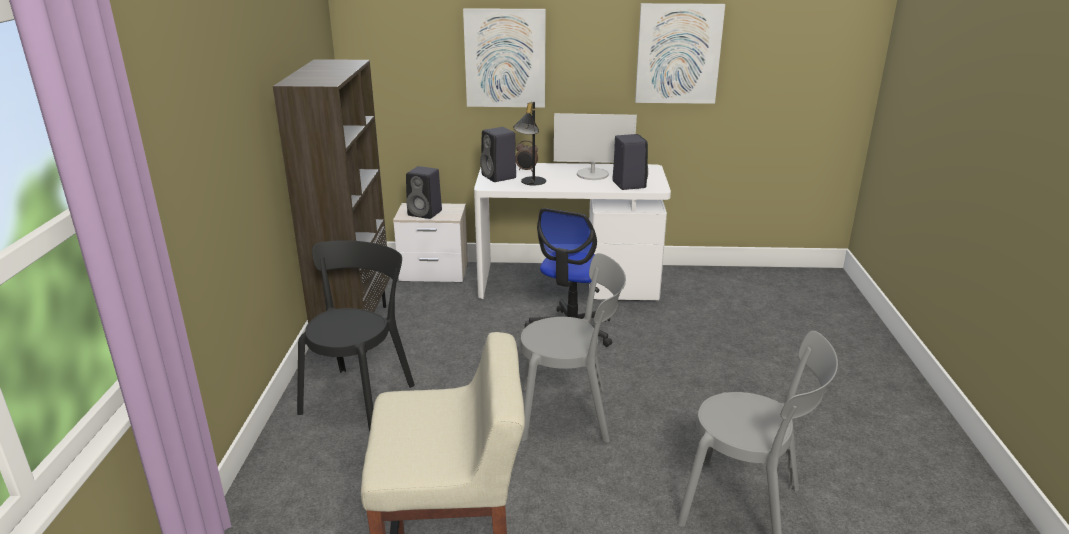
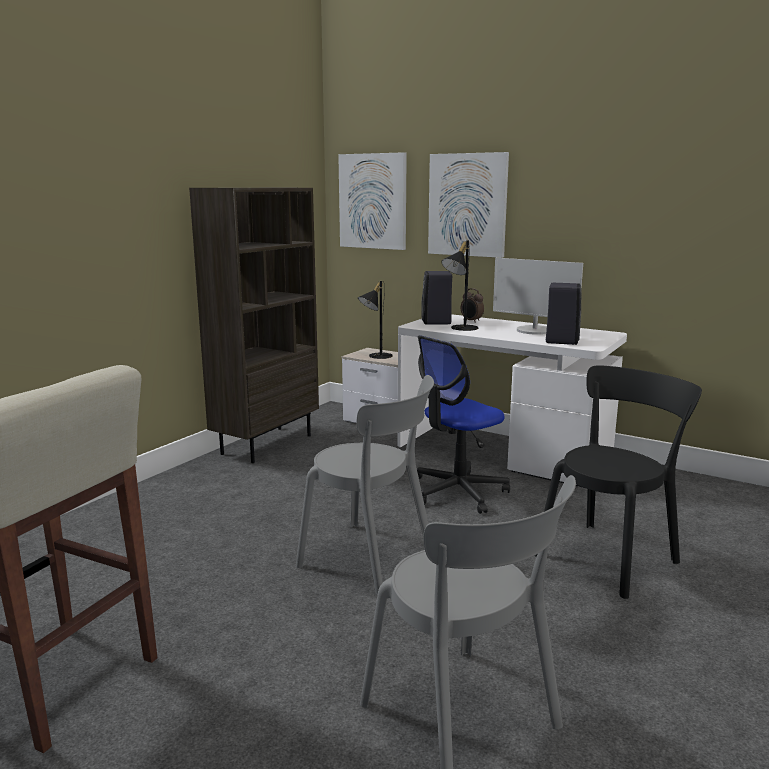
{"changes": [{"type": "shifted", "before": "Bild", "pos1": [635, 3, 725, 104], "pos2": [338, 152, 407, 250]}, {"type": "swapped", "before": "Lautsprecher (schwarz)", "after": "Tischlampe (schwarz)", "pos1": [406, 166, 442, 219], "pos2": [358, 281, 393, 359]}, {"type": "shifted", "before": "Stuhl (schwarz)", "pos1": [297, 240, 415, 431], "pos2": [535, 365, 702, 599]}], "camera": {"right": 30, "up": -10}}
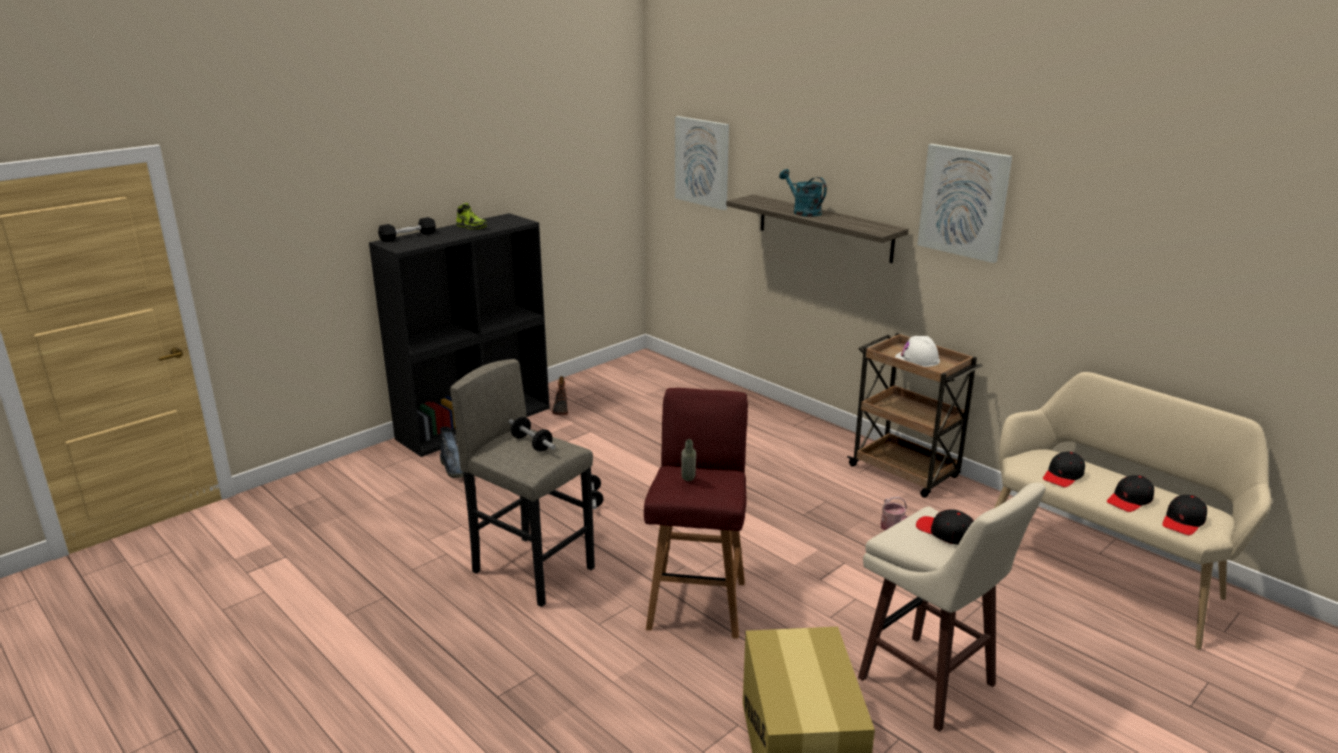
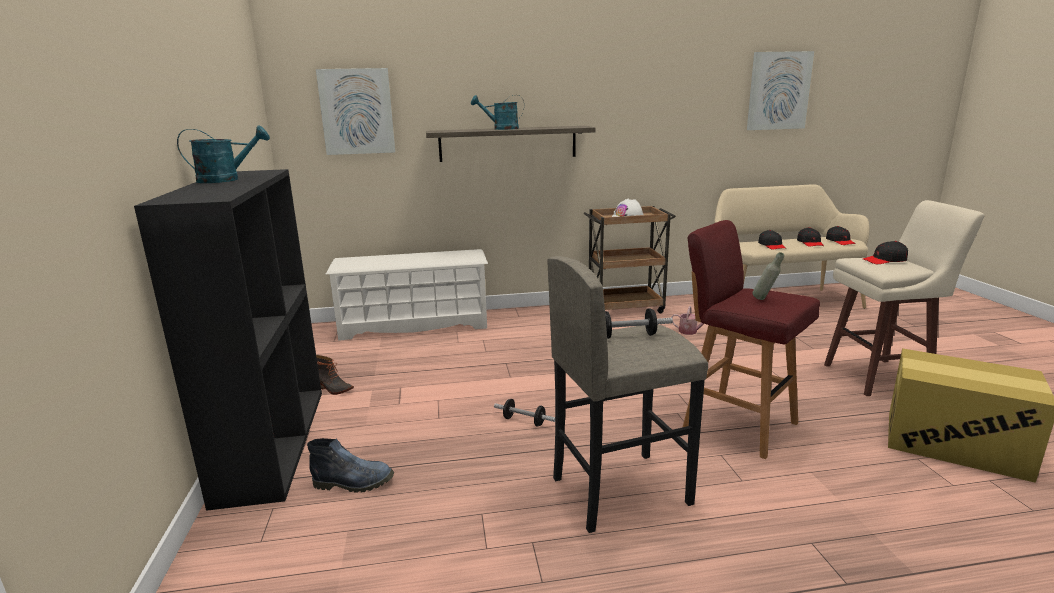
{"changes": [{"type": "shifted", "before": "Bild", "pos1": [917, 144, 1012, 263], "pos2": [747, 51, 814, 130]}, {"type": "swapped", "before": "Schuh", "after": "Gießkanne (türkis)", "pos1": [456, 203, 487, 229], "pos2": [177, 125, 270, 183]}, {"type": "gone", "before": "Hantel (schwarz)", "pos1": [378, 217, 436, 242]}, {"type": "new", "after": "Schuhregal (weiß)", "pos2": [326, 249, 488, 341]}], "camera": {"right": -55, "up": -5}}
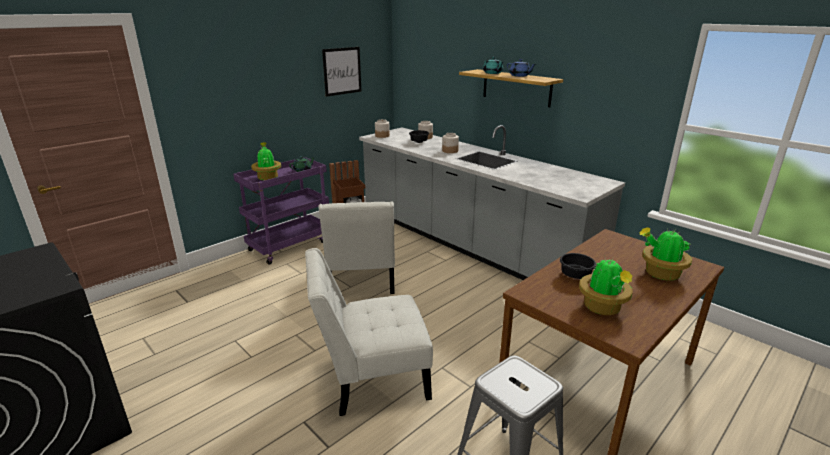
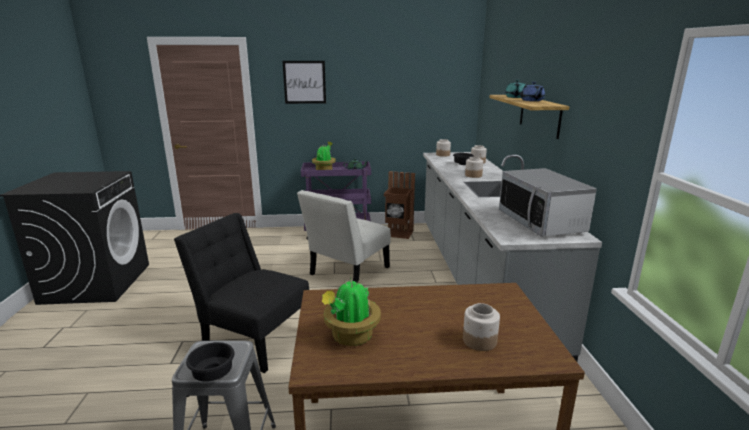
{"changes": [{"type": "shifted", "before": "Bild", "pos1": [322, 47, 361, 97], "pos2": [283, 61, 326, 104]}, {"type": "swapped", "before": "Topfpflanze", "after": "Vorratsglas", "pos1": [639, 227, 692, 281], "pos2": [463, 303, 500, 351]}, {"type": "repainted", "before": "Stuhl (weiß)", "after": "Stuhl (schwarz)", "pos1": [305, 248, 433, 416], "pos2": [174, 213, 309, 373]}, {"type": "shifted", "before": "Schüssel (schwarz)", "pos1": [560, 253, 596, 279], "pos2": [186, 342, 235, 382]}, {"type": "new", "after": "Mikrowelle", "pos2": [499, 168, 597, 237]}], "camera": {"right": 40, "up": -5}}
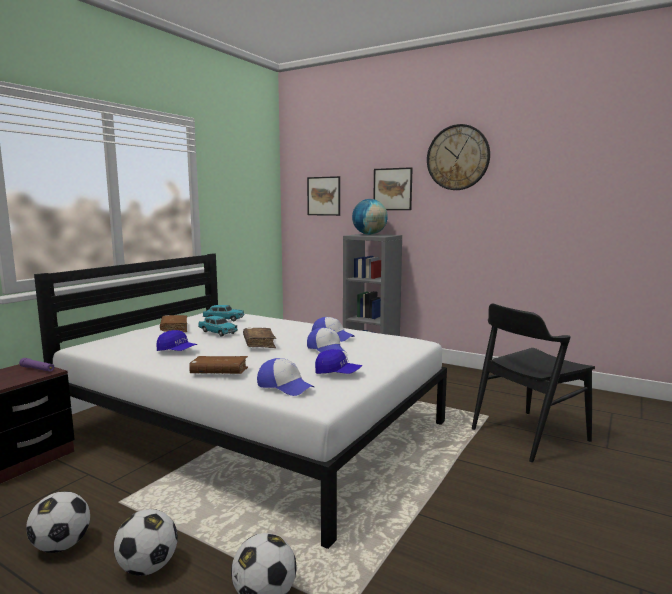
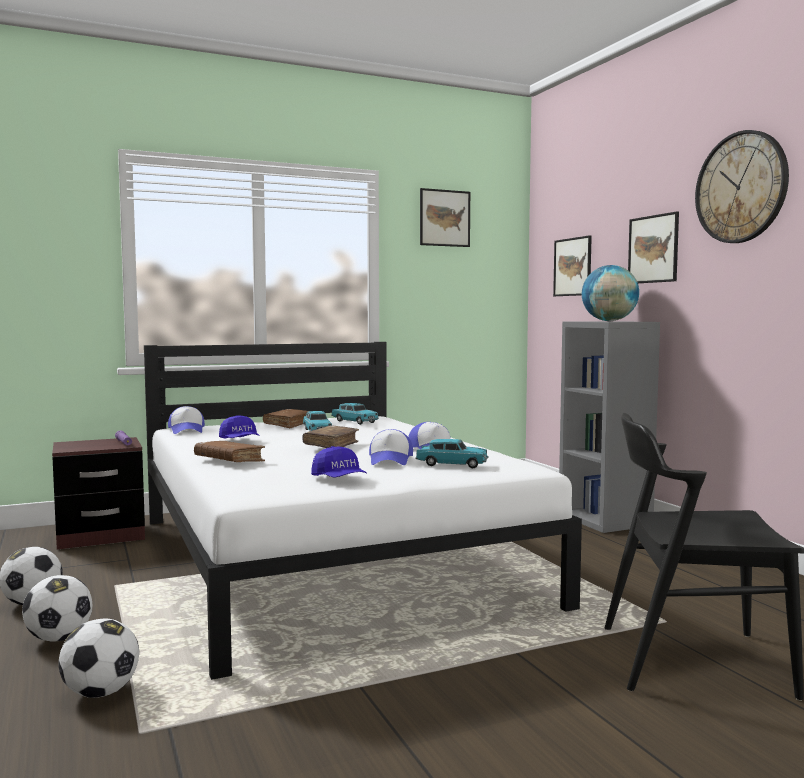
{"changes": [{"type": "shifted", "before": "Kappe", "pos1": [257, 358, 314, 396], "pos2": [168, 406, 205, 434]}, {"type": "new", "after": "Bild", "pos2": [420, 188, 470, 247]}, {"type": "new", "after": "Spielzeugauto (türkis)", "pos2": [415, 439, 489, 468]}], "camera": {"right": 35, "up": -5}}
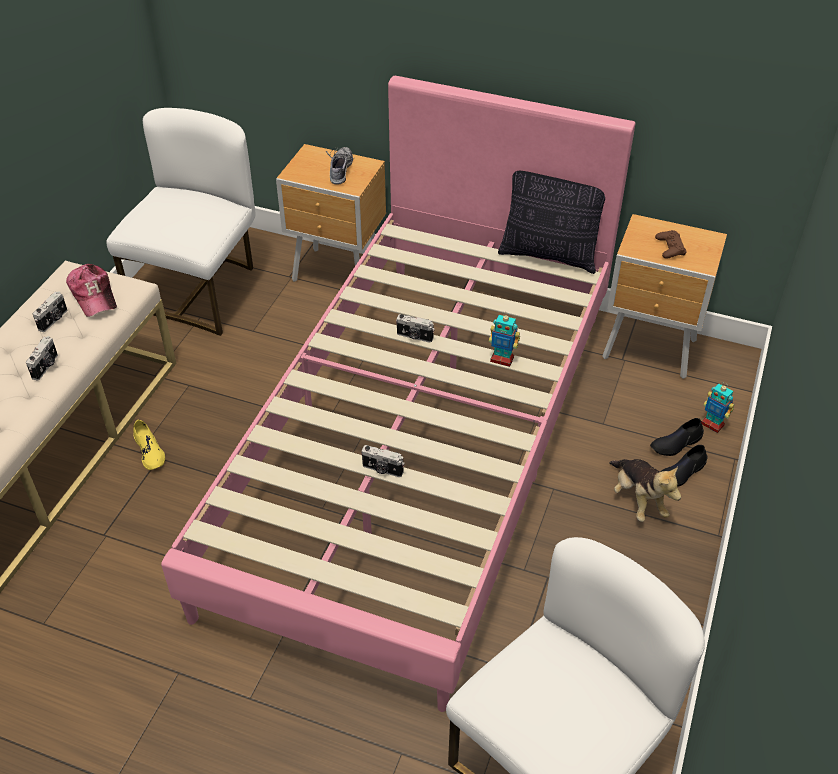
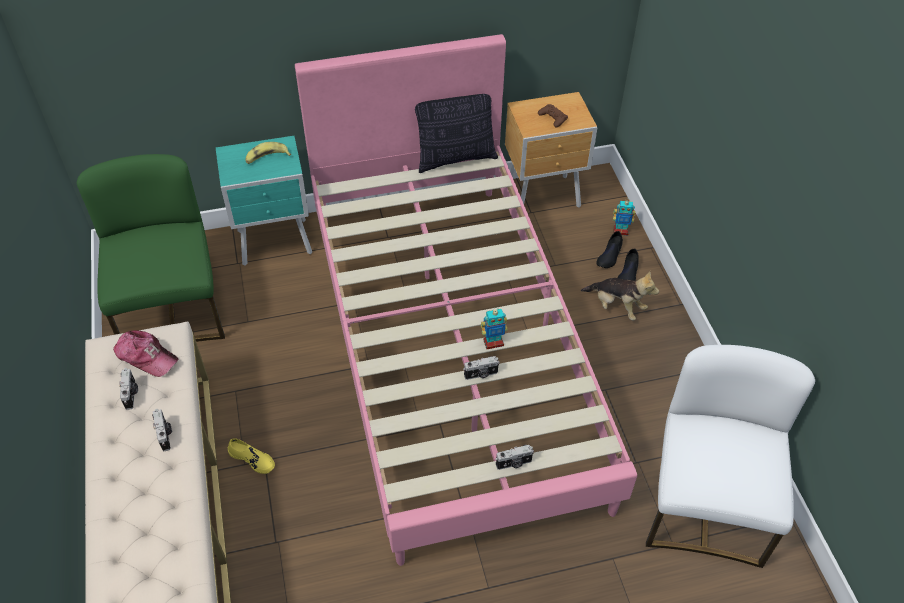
{"changes": [{"type": "repainted", "before": "Stuhl (weiß)", "after": "Stuhl (grün)", "pos1": [106, 108, 255, 336], "pos2": [77, 154, 225, 342]}, {"type": "repainted", "before": "Nachttisch (braun)", "after": "Nachttisch (türkis)", "pos1": [276, 144, 386, 282], "pos2": [216, 136, 312, 266]}, {"type": "swapped", "before": "Schuh", "after": "Banane", "pos1": [326, 147, 355, 185], "pos2": [245, 142, 291, 164]}, {"type": "shifted", "before": "Spielzeugroboter", "pos1": [489, 312, 520, 367], "pos2": [481, 309, 508, 349]}, {"type": "shifted", "before": "Kamera", "pos1": [396, 314, 434, 343], "pos2": [495, 445, 534, 470]}], "camera": {"right": -35, "up": 5}}
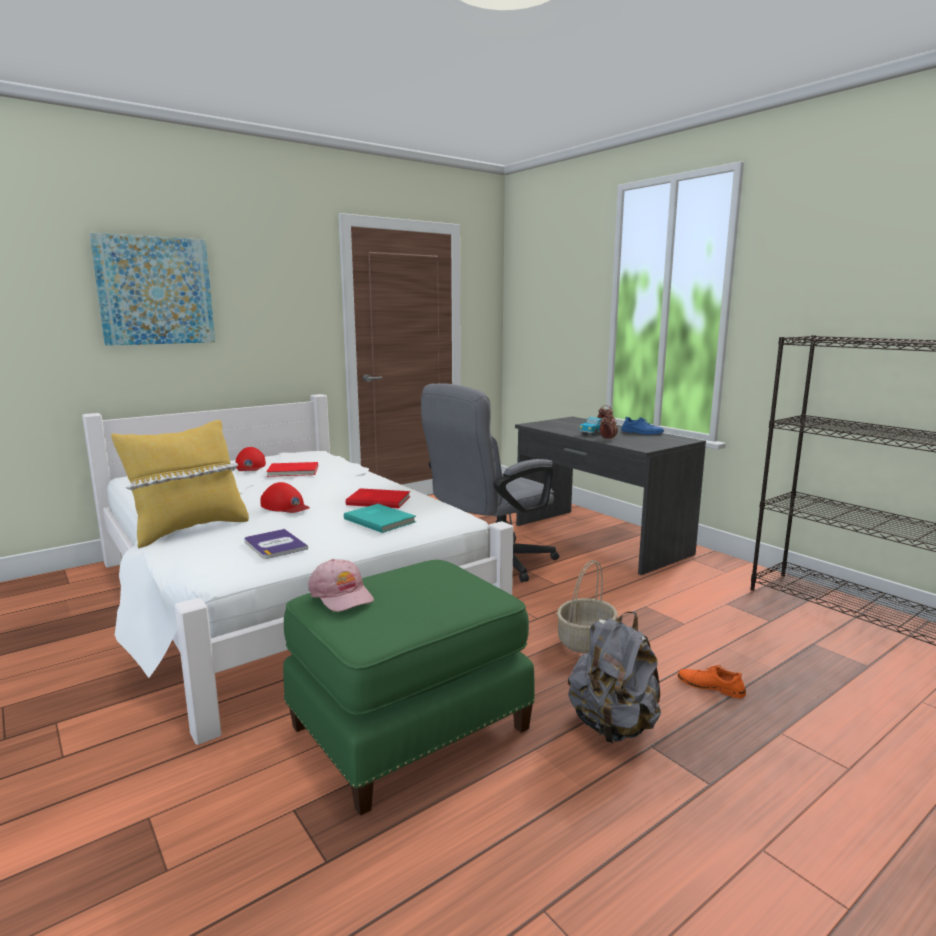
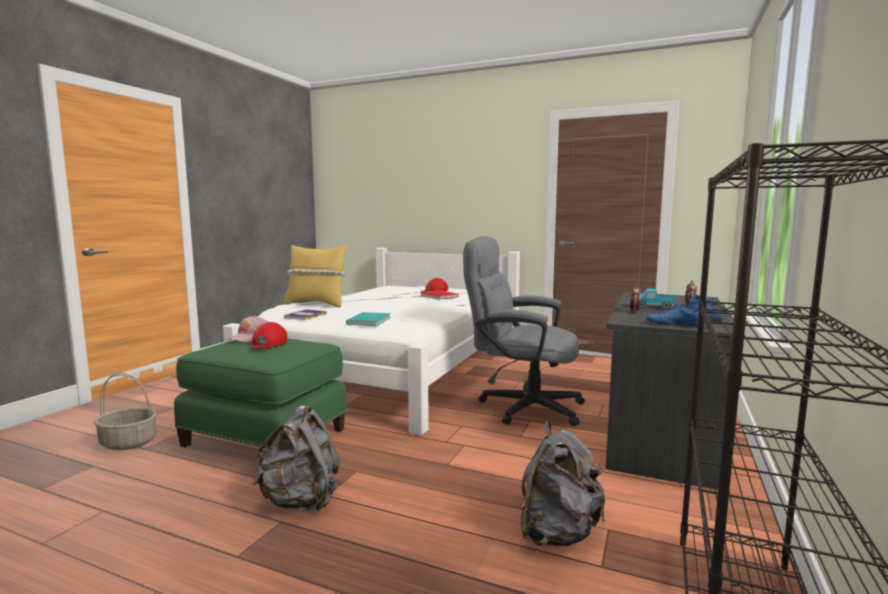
{"changes": [{"type": "gone", "before": "Bild", "pos1": [90, 233, 215, 346]}, {"type": "shifted", "before": "Kappe (rot)", "pos1": [260, 482, 310, 513], "pos2": [250, 322, 288, 349]}, {"type": "gone", "before": "Buch (rot)", "pos1": [346, 488, 410, 508]}, {"type": "shifted", "before": "Korb", "pos1": [557, 560, 617, 653], "pos2": [94, 373, 157, 450]}, {"type": "gone", "before": "Schuh (orange)", "pos1": [677, 665, 746, 698]}, {"type": "new", "after": "Schuh (blau)", "pos2": [646, 304, 706, 327]}, {"type": "new", "after": "Rucksack (grau)", "pos2": [520, 421, 605, 546]}], "camera": {"right": 60, "up": -5}}
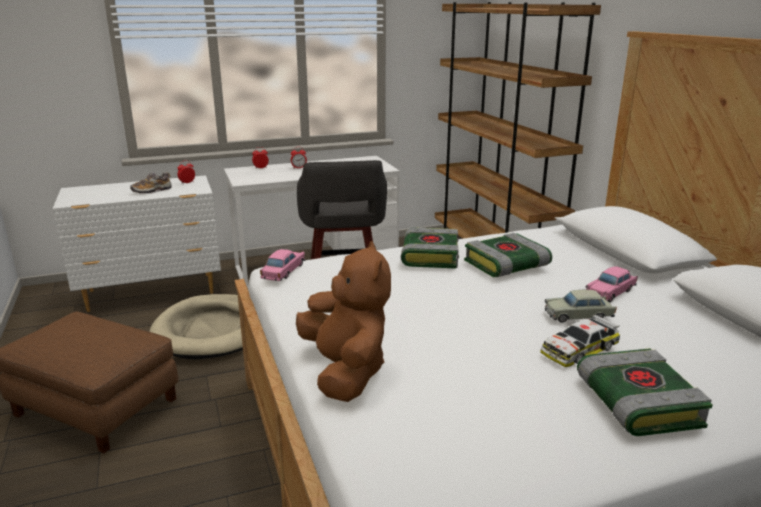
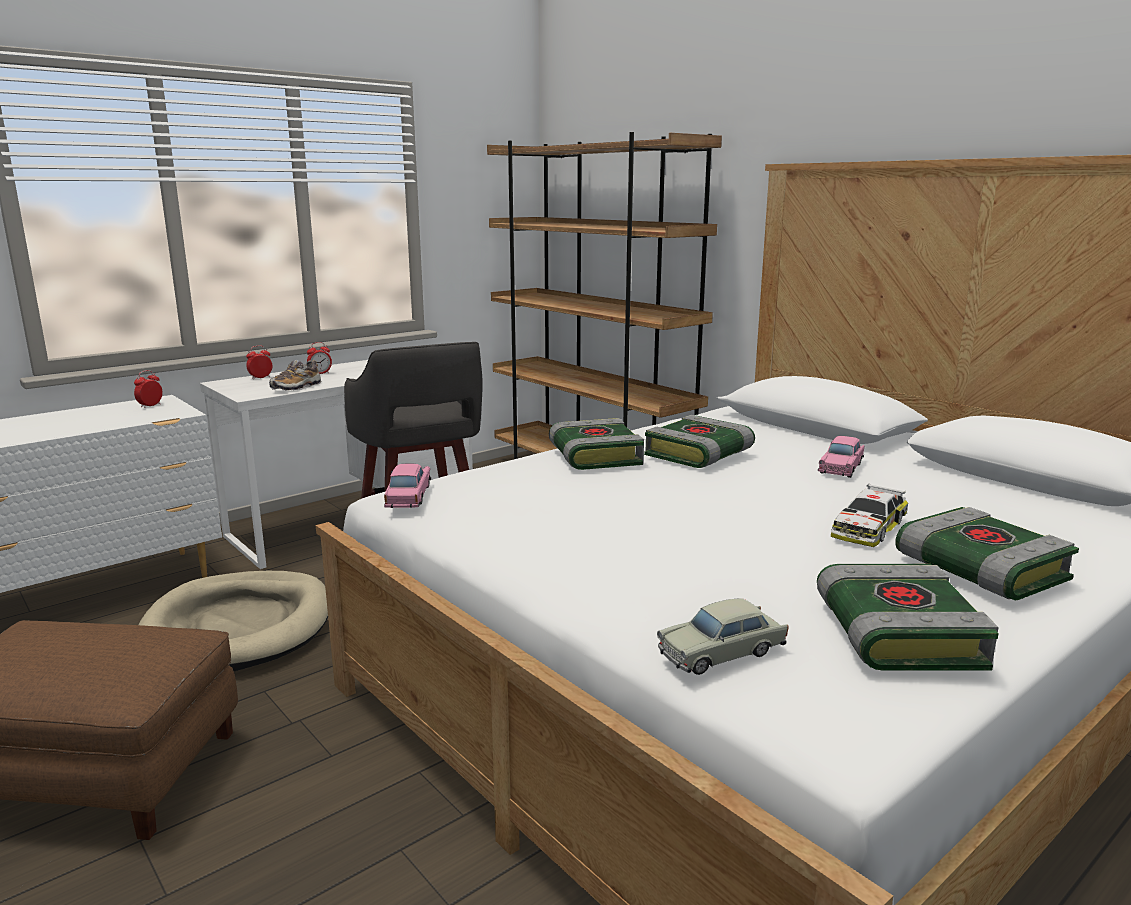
{"changes": [{"type": "shifted", "before": "Schuh", "pos1": [130, 172, 172, 194], "pos2": [269, 360, 321, 390]}, {"type": "gone", "before": "Plüschtier (braun)", "pos1": [296, 241, 391, 402]}, {"type": "shifted", "before": "Spielzeugauto (beige)", "pos1": [545, 290, 617, 323], "pos2": [657, 598, 789, 675]}, {"type": "new", "after": "Buch", "pos2": [817, 564, 999, 670]}], "camera": {"right": -20, "up": -5}}
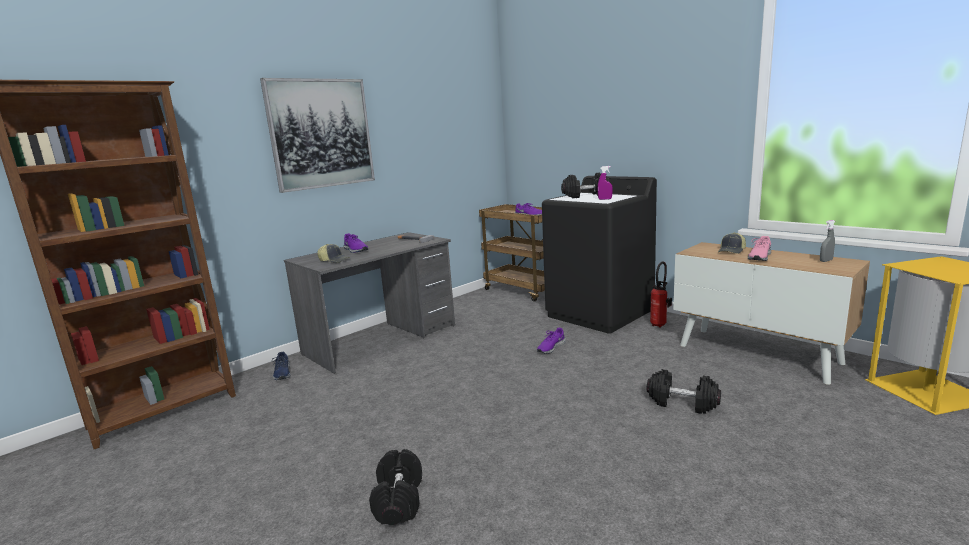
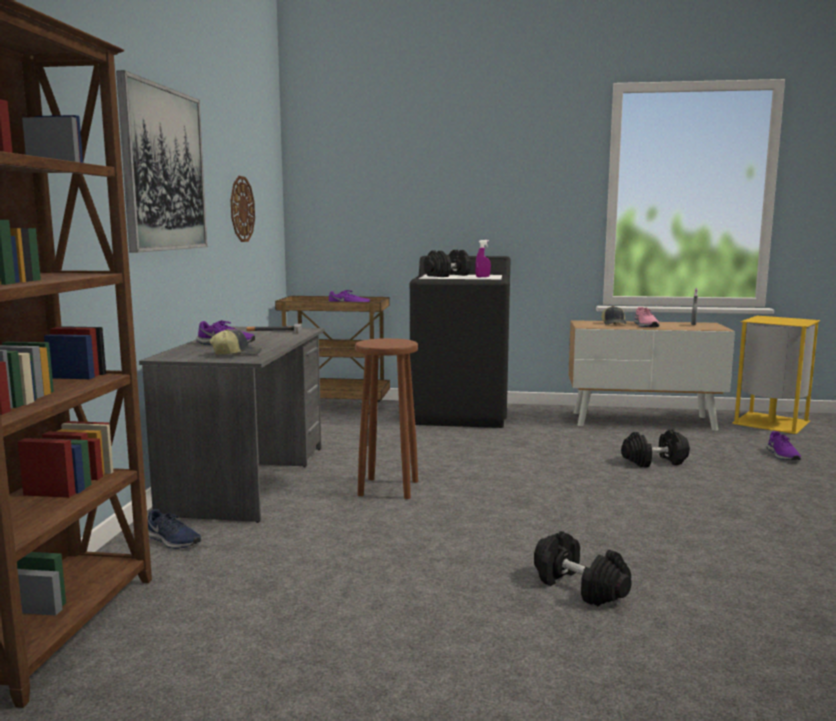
{"changes": [{"type": "gone", "before": "Feuerlöscher", "pos1": [650, 262, 672, 328]}, {"type": "shifted", "before": "Schuh (lila)", "pos1": [537, 328, 566, 353], "pos2": [767, 431, 801, 460]}, {"type": "new", "after": "Wanduhr", "pos2": [231, 176, 255, 242]}, {"type": "new", "after": "Hocker (braun)", "pos2": [355, 338, 418, 499]}], "camera": {"right": -40, "up": -5}}
